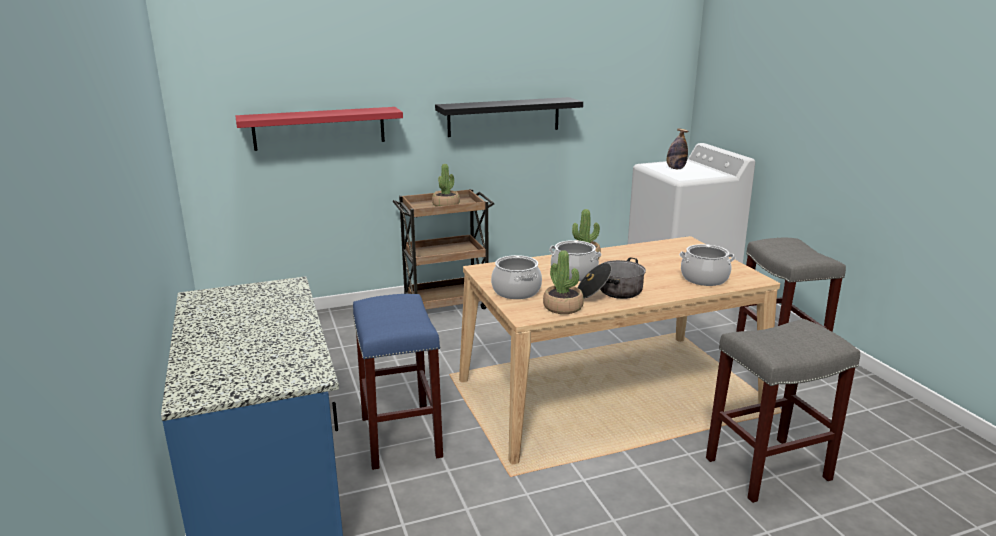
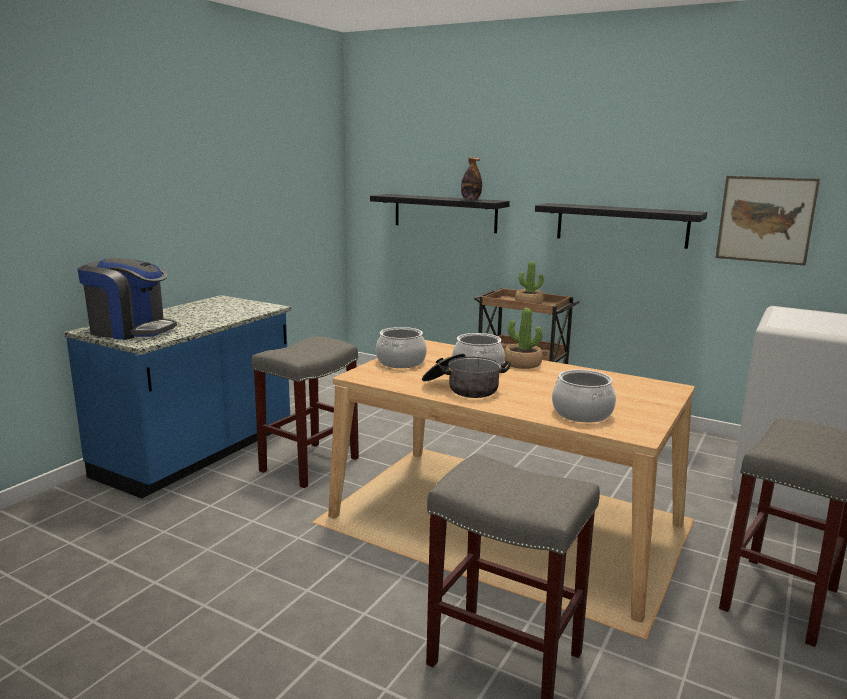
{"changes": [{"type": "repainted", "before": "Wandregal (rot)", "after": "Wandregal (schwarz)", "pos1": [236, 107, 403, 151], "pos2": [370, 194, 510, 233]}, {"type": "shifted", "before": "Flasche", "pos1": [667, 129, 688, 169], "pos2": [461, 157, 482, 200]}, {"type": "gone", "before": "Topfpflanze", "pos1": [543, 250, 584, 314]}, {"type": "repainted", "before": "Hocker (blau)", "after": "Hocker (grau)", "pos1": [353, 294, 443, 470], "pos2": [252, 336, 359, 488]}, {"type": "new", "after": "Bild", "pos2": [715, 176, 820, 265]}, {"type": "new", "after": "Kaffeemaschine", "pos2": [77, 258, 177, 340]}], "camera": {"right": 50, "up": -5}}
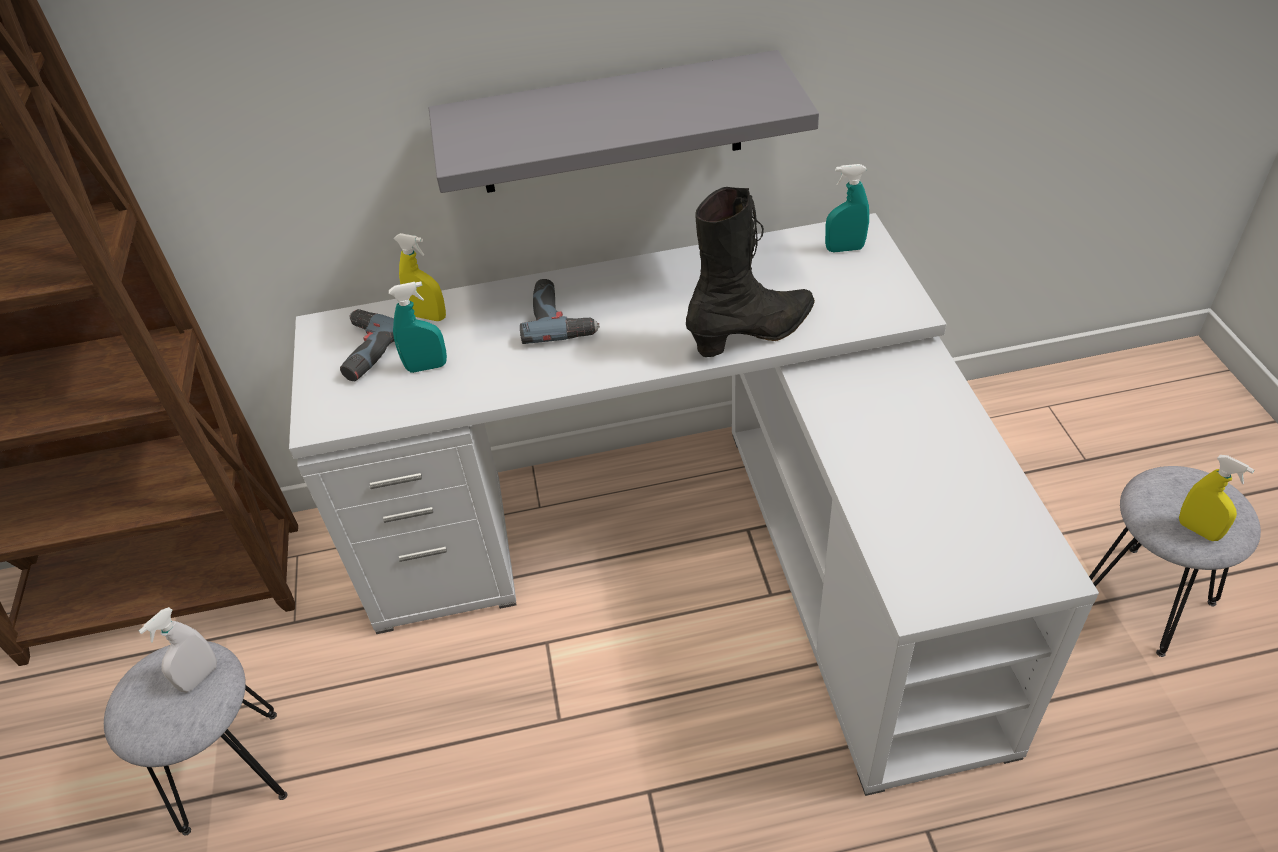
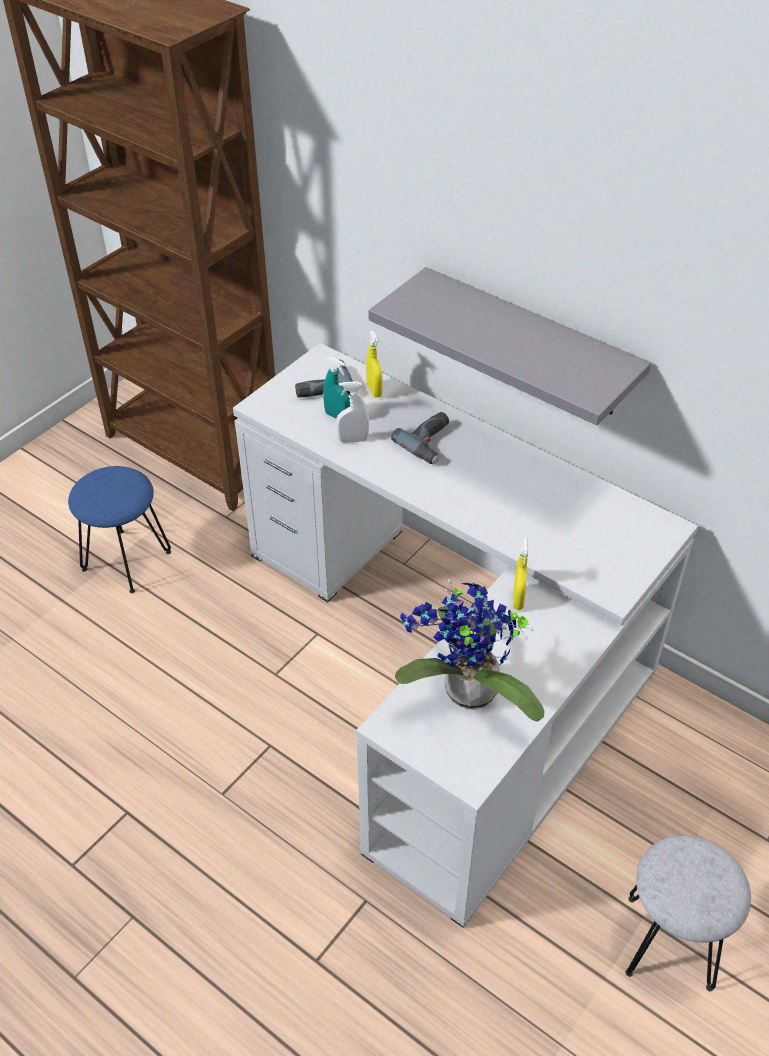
{"changes": [{"type": "gone", "before": "Sprühflasche (türkis)", "pos1": [825, 164, 869, 253]}, {"type": "gone", "before": "Stiefel (schwarz)", "pos1": [686, 187, 815, 357]}, {"type": "shifted", "before": "Sprühflasche (gelb)", "pos1": [1179, 455, 1254, 541], "pos2": [513, 537, 528, 610]}, {"type": "shifted", "before": "Sprühflasche (weiß)", "pos1": [139, 607, 217, 693], "pos2": [336, 381, 369, 443]}, {"type": "repainted", "before": "Hocker (grau)", "after": "Hocker (blau)", "pos1": [104, 641, 288, 836], "pos2": [68, 466, 171, 593]}, {"type": "new", "after": "Topfpflanze", "pos2": [395, 579, 544, 722]}], "camera": {"right": 45, "up": 0}}
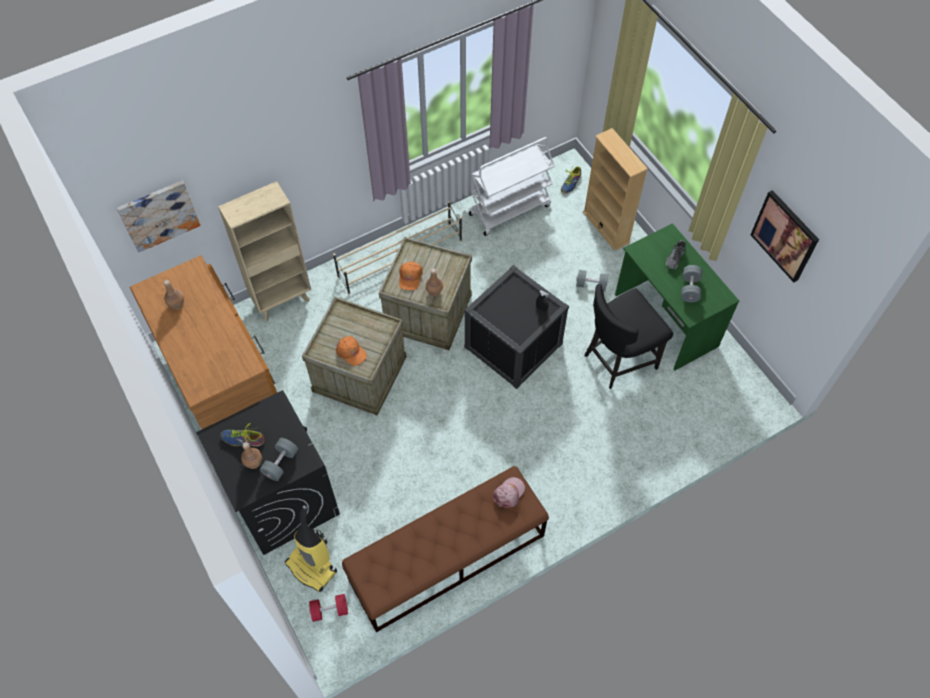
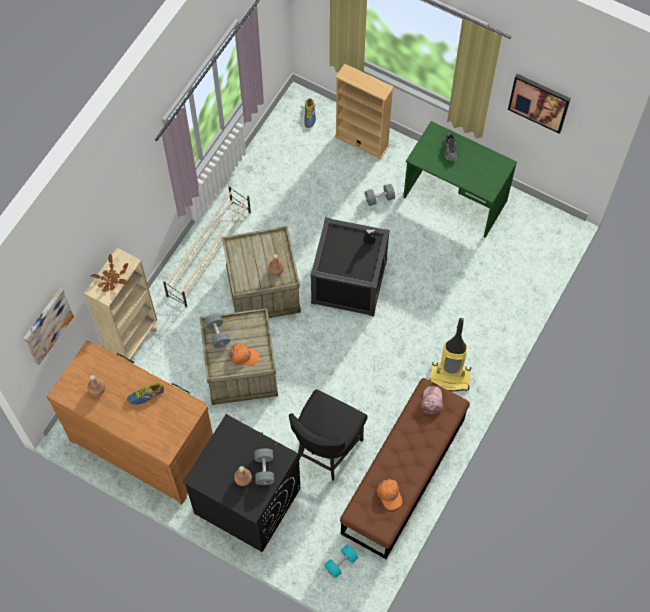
{"changes": [{"type": "gone", "before": "Rollwagen (weiß)", "pos1": [469, 137, 555, 236]}, {"type": "shifted", "before": "Kappe (orange)", "pos1": [399, 262, 423, 290], "pos2": [377, 479, 402, 510]}, {"type": "shifted", "before": "Hantel (grau)", "pos1": [681, 265, 702, 302], "pos2": [204, 313, 230, 348]}, {"type": "shifted", "before": "Stuhl (schwarz)", "pos1": [585, 284, 673, 389], "pos2": [289, 389, 368, 480]}, {"type": "shifted", "before": "Schuh", "pos1": [220, 423, 264, 447], "pos2": [127, 380, 164, 405]}, {"type": "shifted", "before": "Staubsauger", "pos1": [285, 505, 337, 592], "pos2": [429, 318, 471, 392]}, {"type": "repainted", "before": "Hantel (rot)", "after": "Hantel (türkis)", "pos1": [309, 594, 348, 622], "pos2": [324, 545, 358, 578]}, {"type": "new", "after": "Topfpflanze", "pos2": [90, 254, 129, 292]}], "camera": {"right": -30, "up": 5}}
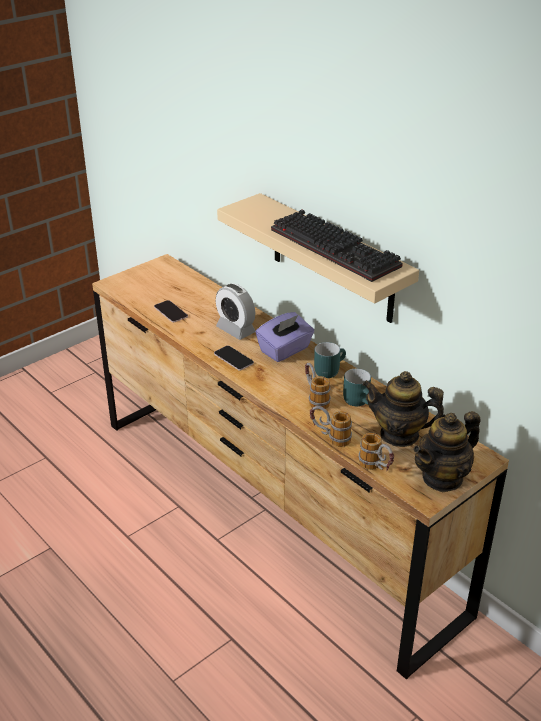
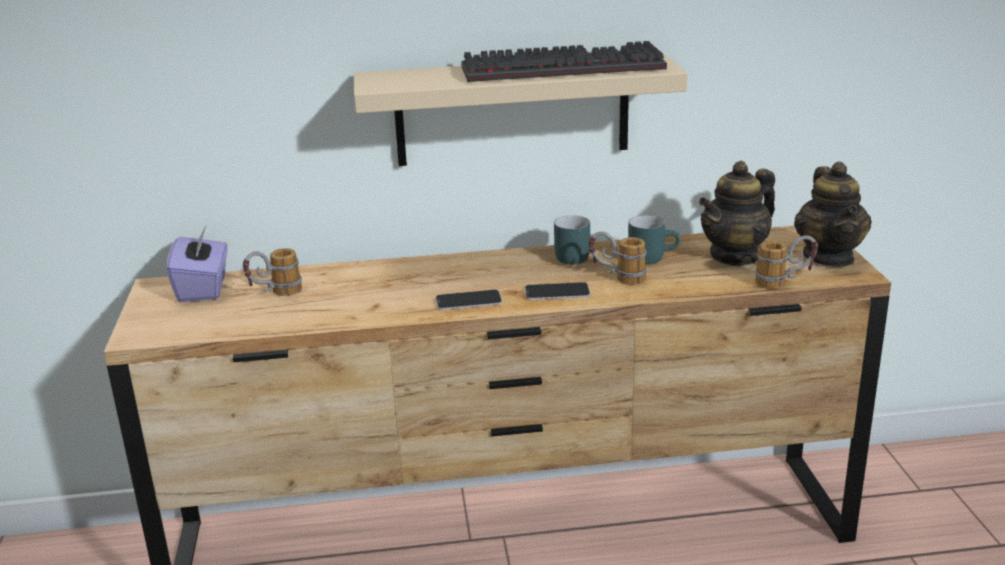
{"changes": [{"type": "gone", "before": "Wecker", "pos1": [216, 283, 256, 340]}, {"type": "shifted", "before": "Handy", "pos1": [154, 300, 188, 322], "pos2": [525, 282, 590, 300]}, {"type": "shifted", "before": "Taschentuchbox (lila)", "pos1": [256, 312, 315, 362], "pos2": [167, 226, 228, 302]}, {"type": "shifted", "before": "Henkelbecher", "pos1": [310, 406, 352, 447], "pos2": [243, 248, 302, 296]}], "camera": {"right": -55, "up": -10}}
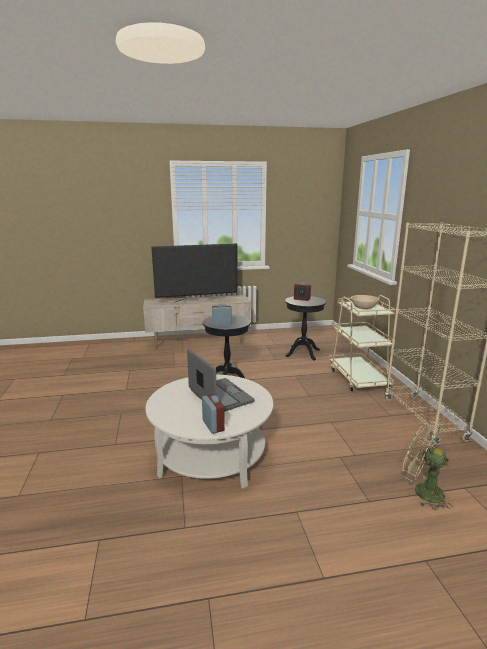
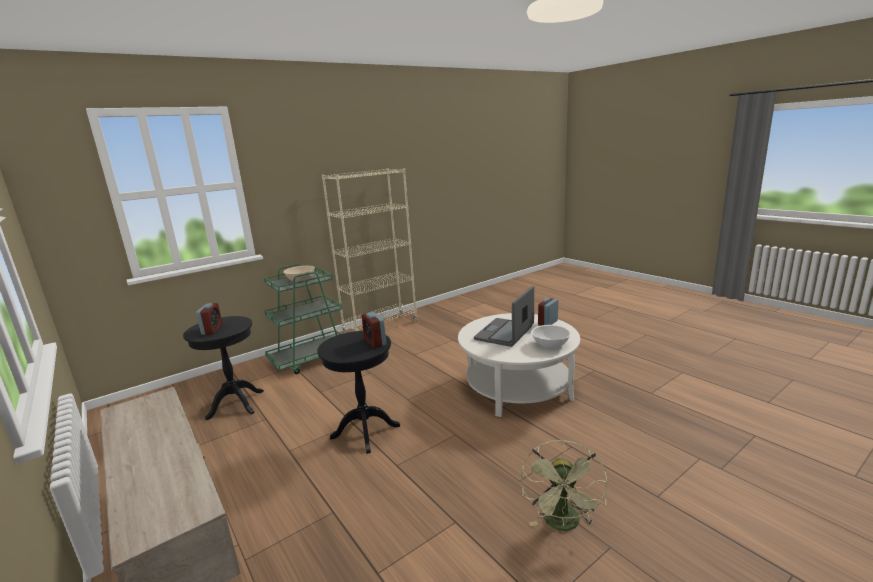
{"changes": [{"type": "gone", "before": "Fernseher", "pos1": [151, 244, 238, 303]}, {"type": "repainted", "before": "Rollwagen (beige)", "after": "Rollwagen (grün)", "pos1": [329, 295, 396, 391], "pos2": [264, 264, 342, 374]}, {"type": "shifted", "before": "Ventilator (grün)", "pos1": [402, 420, 453, 510], "pos2": [520, 440, 607, 531]}, {"type": "new", "after": "Schüssel (weiß)", "pos2": [531, 325, 571, 348]}], "camera": {"right": -115, "up": 0}}
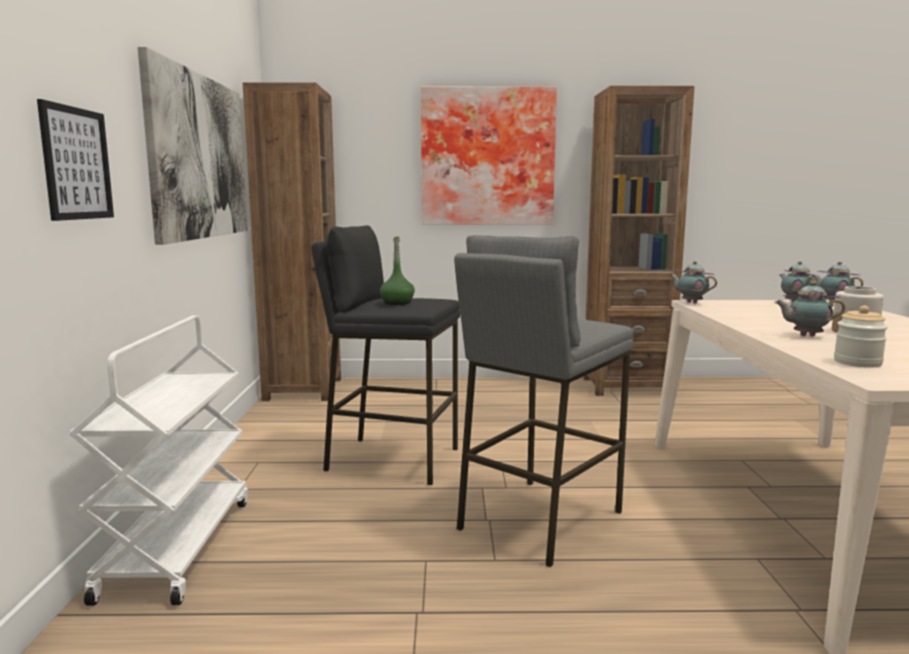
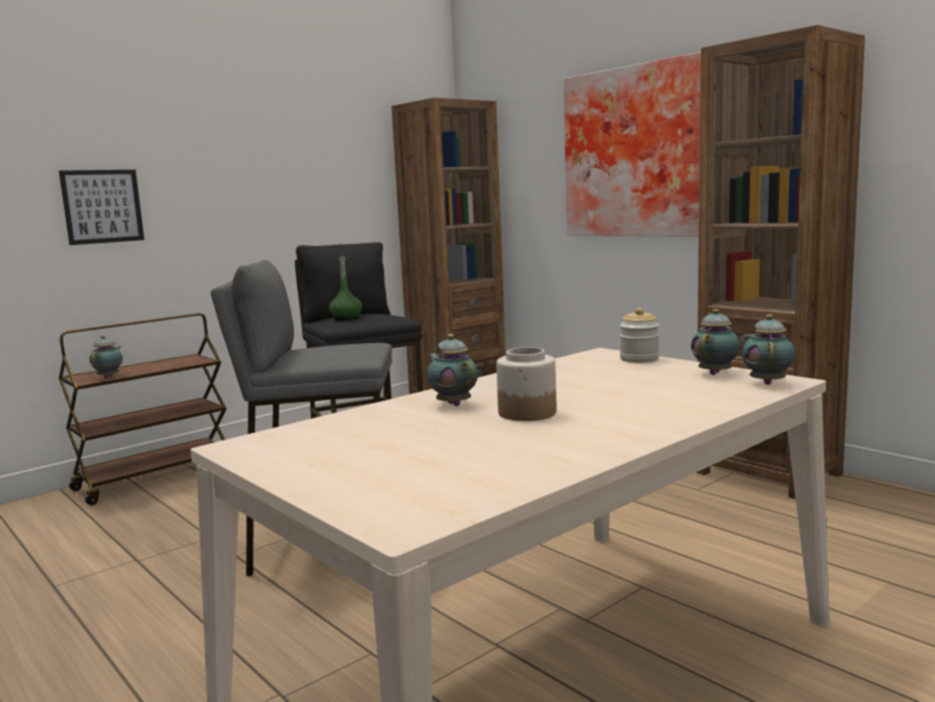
{"changes": [{"type": "gone", "before": "Bild", "pos1": [138, 47, 247, 245]}, {"type": "shifted", "before": "Teekanne", "pos1": [670, 261, 717, 303], "pos2": [90, 335, 123, 378]}, {"type": "shifted", "before": "Vorratsglas", "pos1": [834, 305, 888, 367], "pos2": [620, 308, 659, 363]}, {"type": "repainted", "before": "Rollwagen (weiß)", "after": "Rollwagen (braun)", "pos1": [69, 315, 248, 606], "pos2": [59, 313, 227, 505]}], "camera": {"right": 50, "up": 0}}
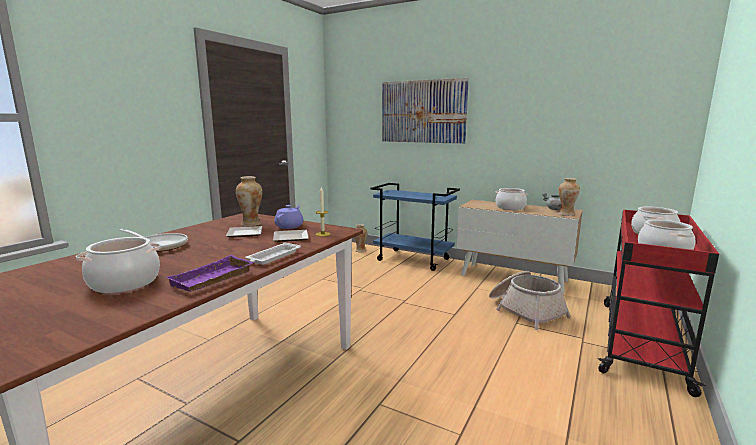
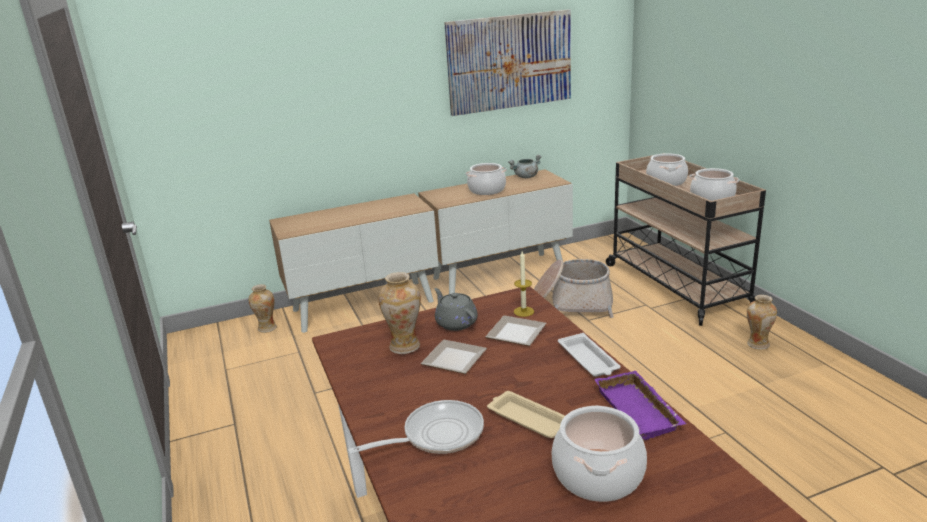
{"changes": [{"type": "shifted", "before": "Bild", "pos1": [382, 78, 469, 144], "pos2": [444, 9, 571, 116]}, {"type": "shifted", "before": "Vase", "pos1": [559, 178, 580, 216], "pos2": [747, 295, 777, 350]}, {"type": "swapped", "before": "Rollwagen (blau)", "after": "Schrank", "pos1": [370, 183, 460, 271], "pos2": [269, 193, 439, 333]}, {"type": "repainted", "before": "Teekanne (lila)", "after": "Teekanne (grau)", "pos1": [274, 205, 303, 229], "pos2": [435, 288, 478, 331]}, {"type": "repainted", "before": "Rollwagen (rot)", "after": "Rollwagen (beige)", "pos1": [598, 210, 719, 397], "pos2": [606, 153, 766, 326]}, {"type": "new", "after": "Tablett (beige)", "pos2": [487, 391, 565, 438]}], "camera": {"right": -50, "up": 10}}
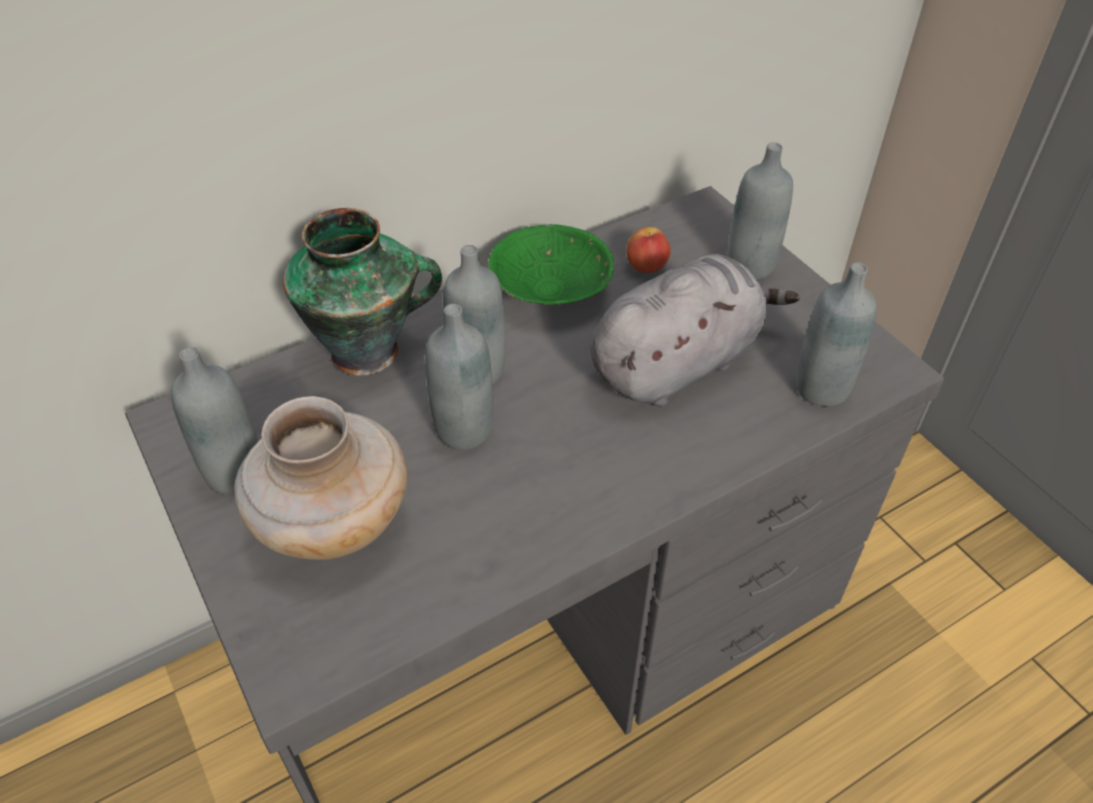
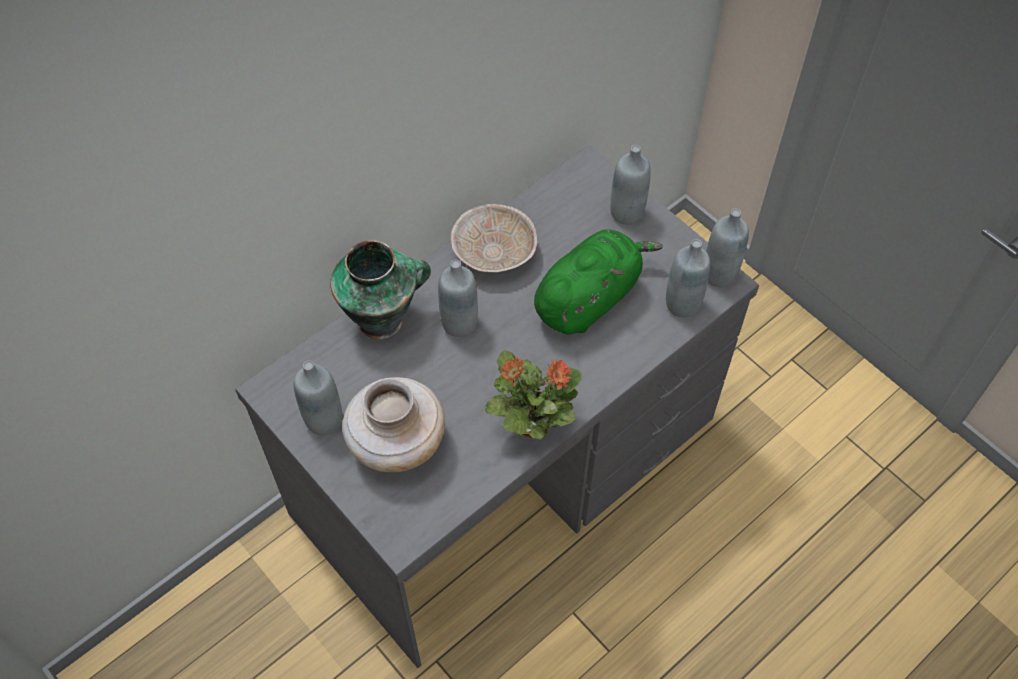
{"changes": [{"type": "repainted", "before": "Schüssel (grün)", "after": "Schüssel (beige)", "pos1": [488, 224, 614, 305], "pos2": [451, 204, 537, 272]}, {"type": "gone", "before": "Apfel", "pos1": [627, 227, 671, 273]}, {"type": "repainted", "before": "Plüschtier (grau)", "after": "Plüschtier (grün)", "pos1": [590, 254, 800, 407], "pos2": [534, 230, 663, 334]}, {"type": "shifted", "before": "Flasche (grau)", "pos1": [425, 304, 494, 450], "pos2": [706, 208, 749, 288]}, {"type": "new", "after": "Topfpflanze", "pos2": [485, 350, 583, 440]}], "camera": {"right": -10, "up": 10}}
